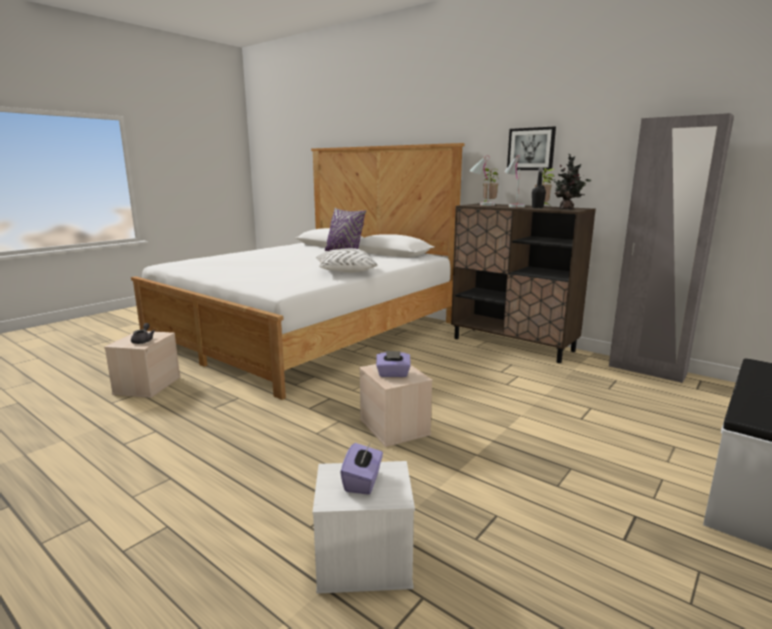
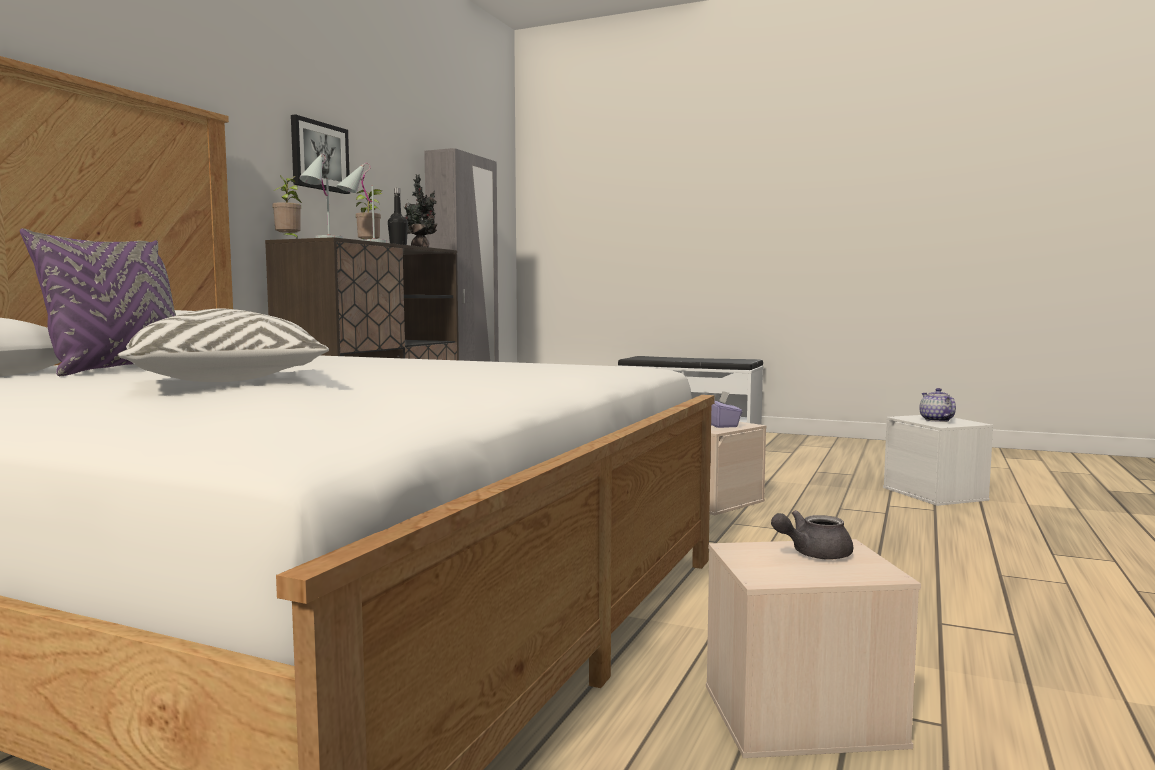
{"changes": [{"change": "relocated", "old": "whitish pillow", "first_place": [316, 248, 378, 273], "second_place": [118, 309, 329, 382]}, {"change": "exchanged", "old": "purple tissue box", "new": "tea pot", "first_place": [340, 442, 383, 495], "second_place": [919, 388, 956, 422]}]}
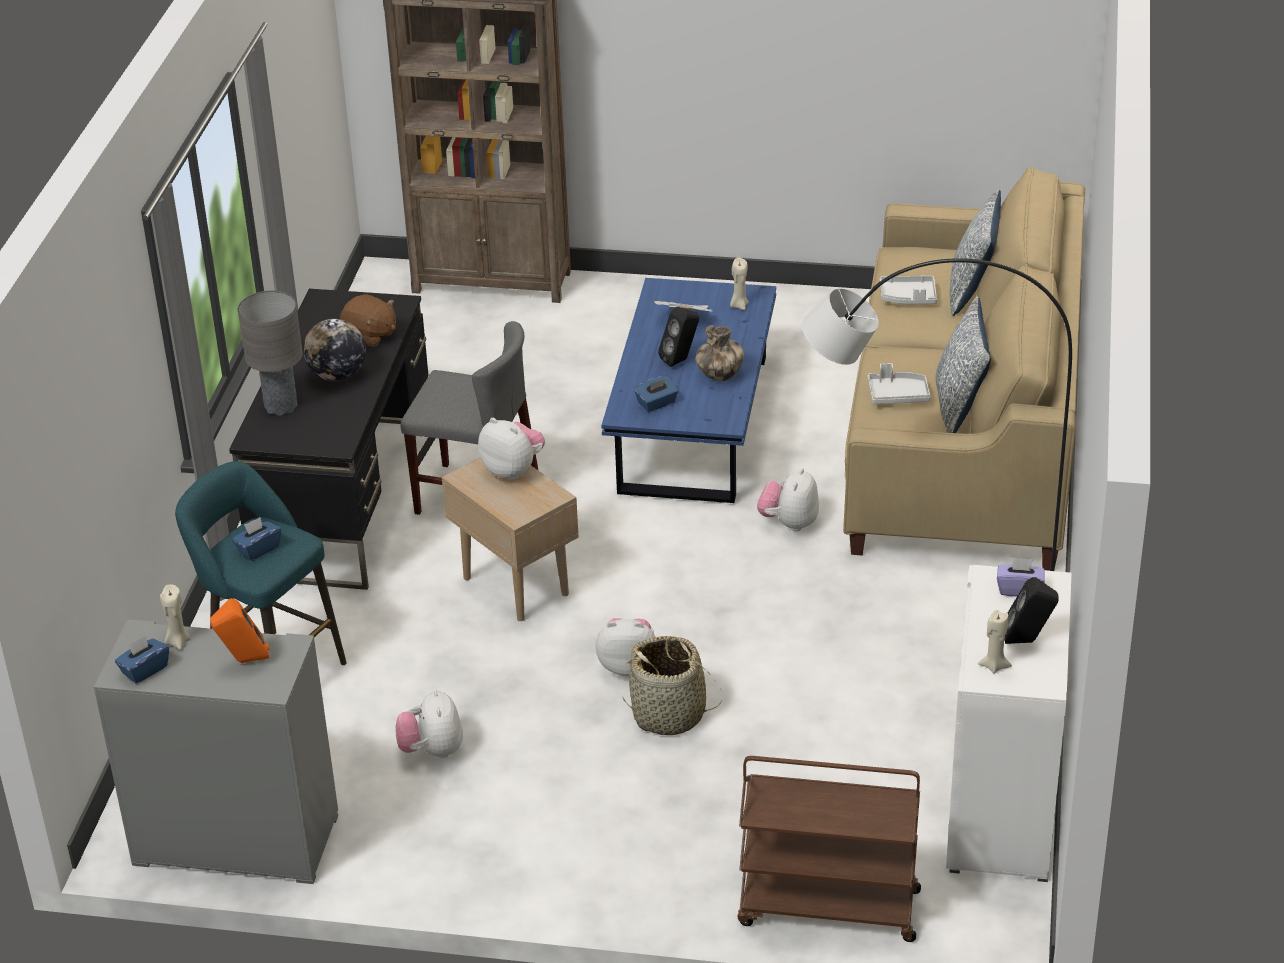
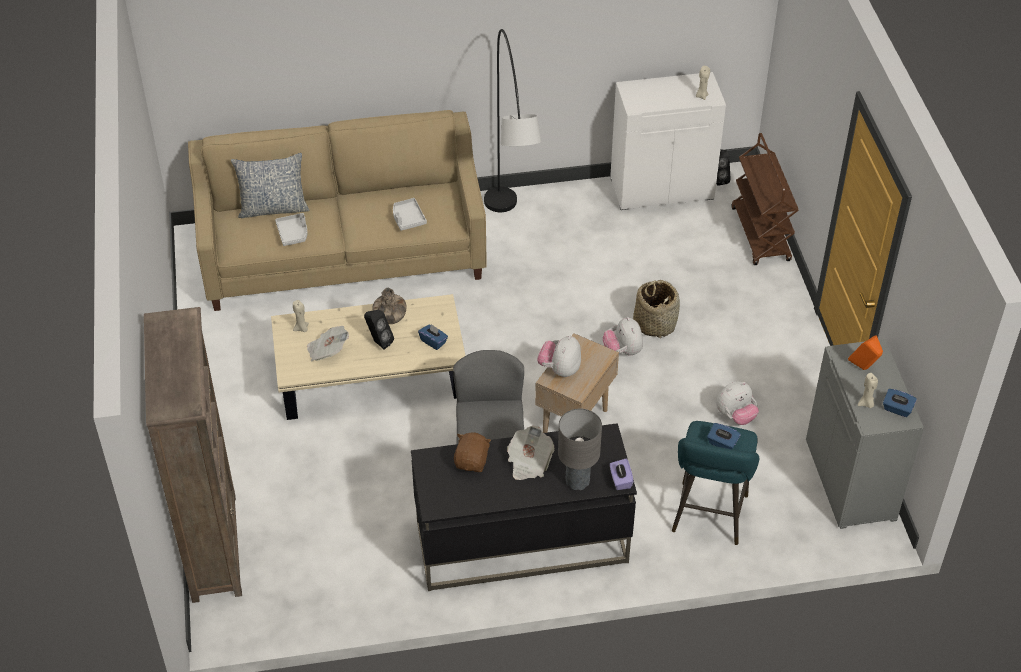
{"changes": [{"change": "exchanged", "old": "globe", "new": "printed paper", "first_place": [303, 319, 366, 382], "second_place": [507, 426, 554, 480]}, {"change": "colour", "old": "blue coffee table", "new": "sand-coloured coffee table", "first_place": [601, 278, 776, 503], "second_place": [271, 294, 466, 420]}, {"change": "missing", "old": "cuddly toy", "first_place": [757, 468, 819, 532]}, {"change": "missing", "old": "pillow", "first_place": [936, 296, 991, 433]}, {"change": "relocated", "old": "purple tissue box", "first_place": [997, 557, 1045, 597], "second_place": [610, 458, 634, 490]}, {"change": "relocated", "old": "blackish speaker", "first_place": [1004, 577, 1059, 644], "second_place": [716, 149, 731, 186]}]}
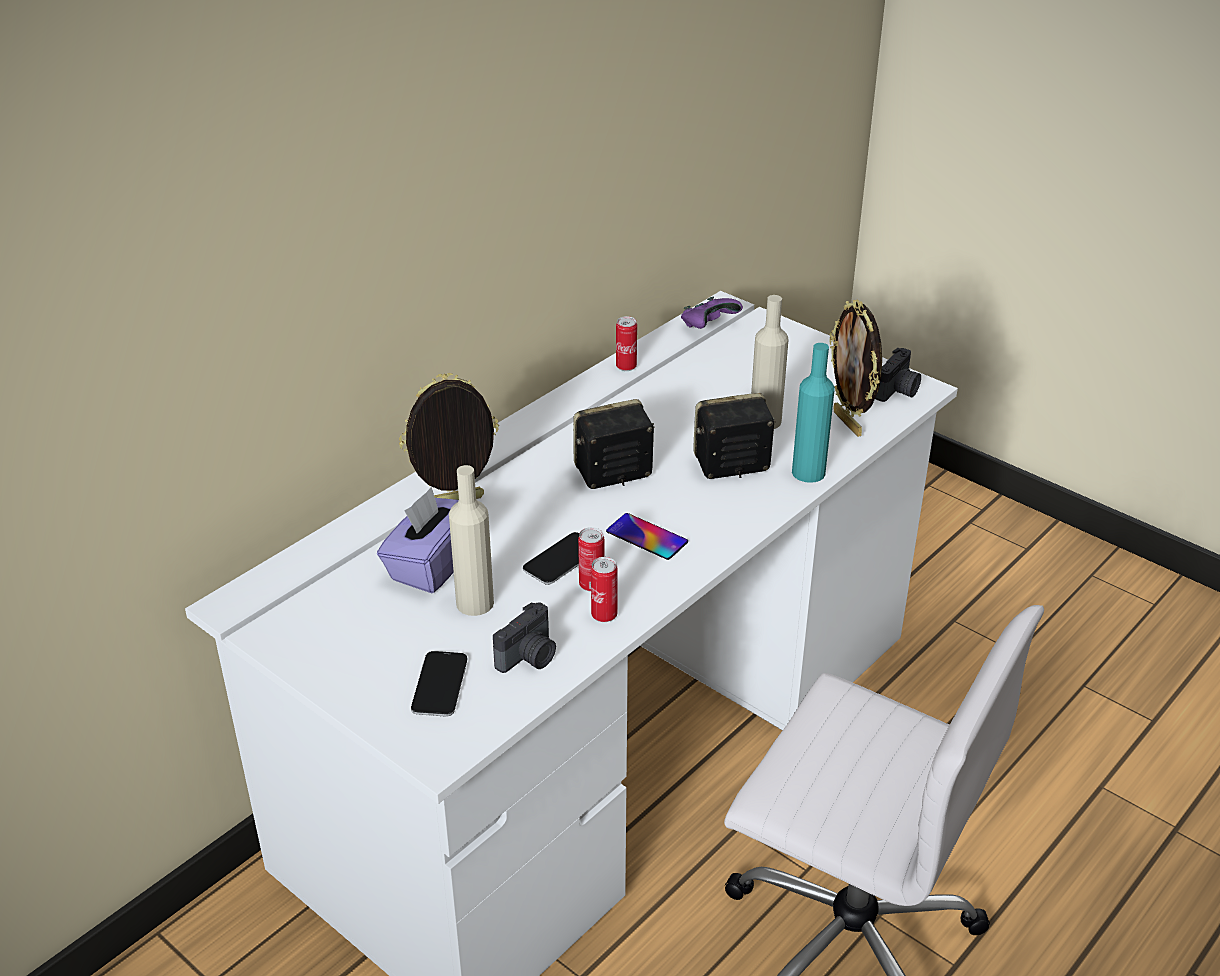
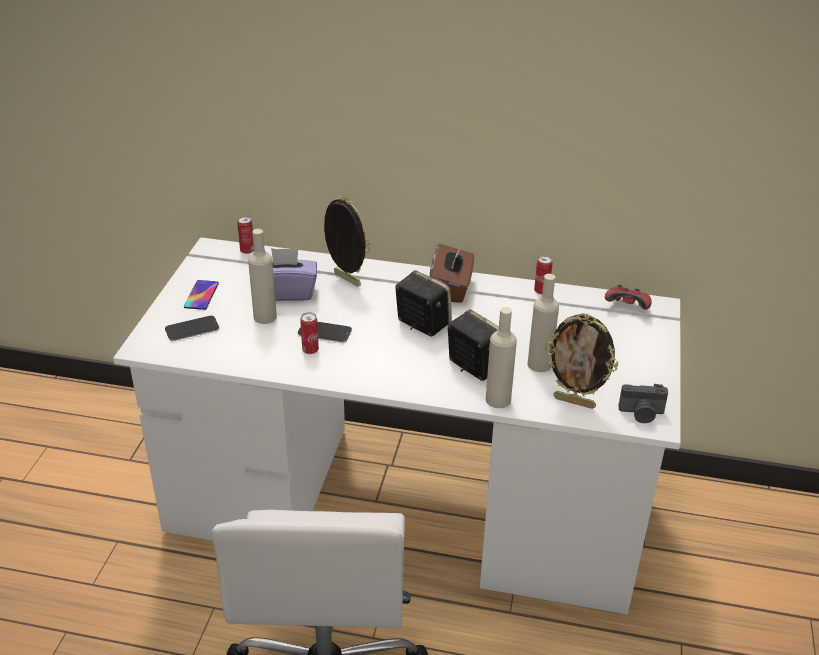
{"changes": [{"change": "missing", "old": "photo camera", "first_place": [493, 602, 556, 673]}, {"change": "relocated", "old": "metal can", "first_place": [591, 557, 618, 622], "second_place": [237, 216, 254, 254]}, {"change": "relocated", "old": "phone", "first_place": [606, 513, 688, 560], "second_place": [184, 280, 219, 310]}, {"change": "colour", "old": "purple joypad", "new": "red joypad", "first_place": [681, 297, 743, 329], "second_place": [605, 284, 651, 310]}, {"change": "colour", "old": "turquoise-coloured drink bottle", "new": "sand-coloured drink bottle", "first_place": [792, 343, 835, 483], "second_place": [486, 307, 517, 408]}, {"change": "spun", "old": "photo frame", "first_place": [830, 299, 882, 437], "second_place": [545, 313, 618, 409], "degrees": -105}, {"change": "appeared", "new": "brown tissue box", "second_place": [430, 244, 474, 303]}]}
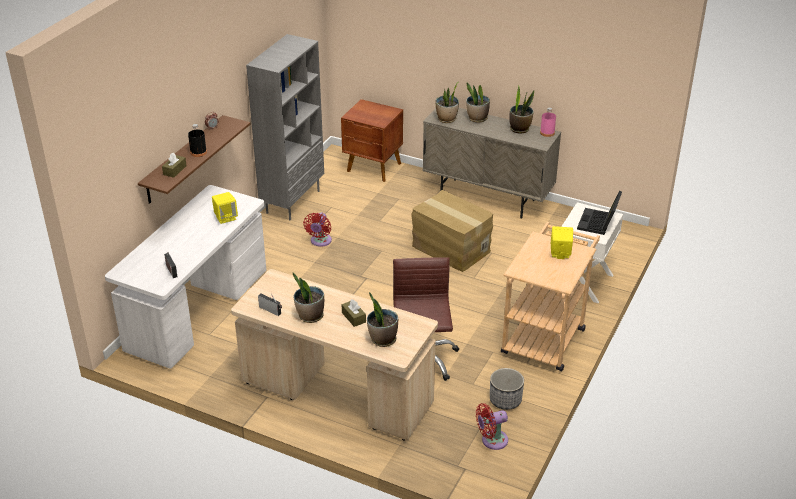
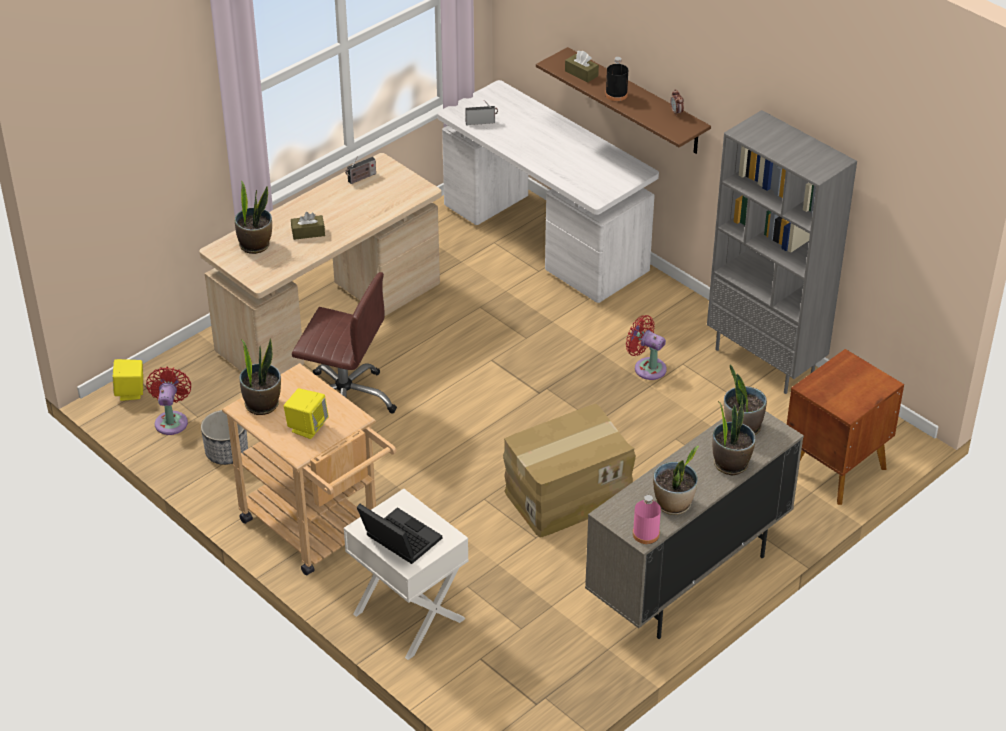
{"changes": [{"change": "relocated", "old": "yellowish speaker", "first_place": [212, 192, 238, 224], "second_place": [113, 359, 143, 401]}, {"change": "relocated", "old": "potted plant", "first_place": [293, 273, 324, 323], "second_place": [240, 338, 281, 415]}]}
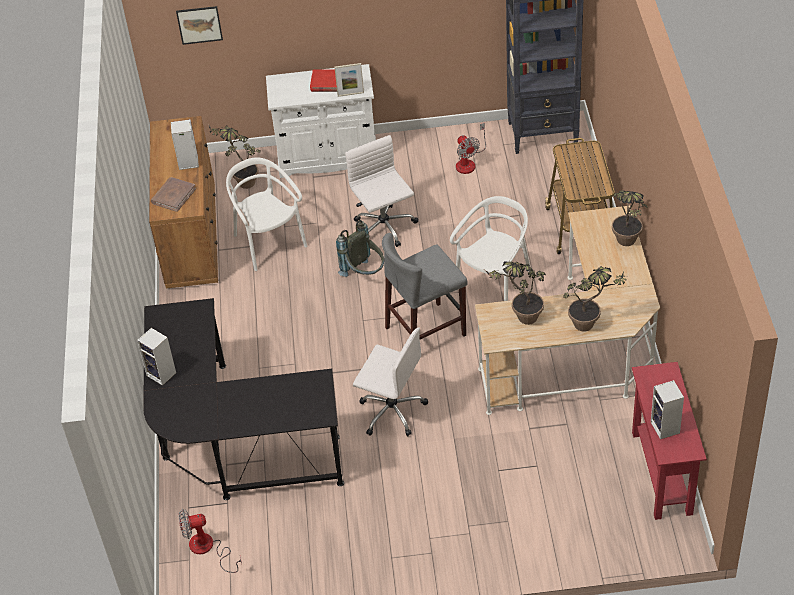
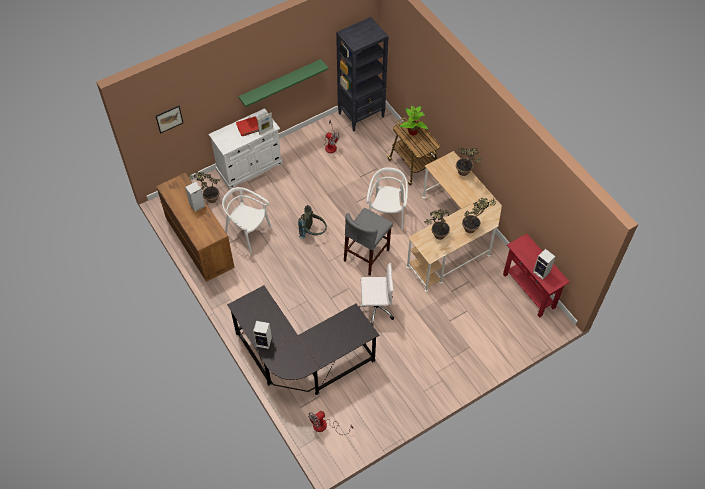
{"changes": [{"change": "missing", "old": "brown book", "first_place": [151, 177, 196, 212]}, {"change": "missing", "old": "whitish desk chair", "first_place": [345, 135, 418, 247]}, {"change": "appeared", "new": "green-coloured bracket shelf", "second_place": [238, 59, 329, 107]}, {"change": "appeared", "new": "potted plant", "second_place": [400, 106, 428, 136]}]}
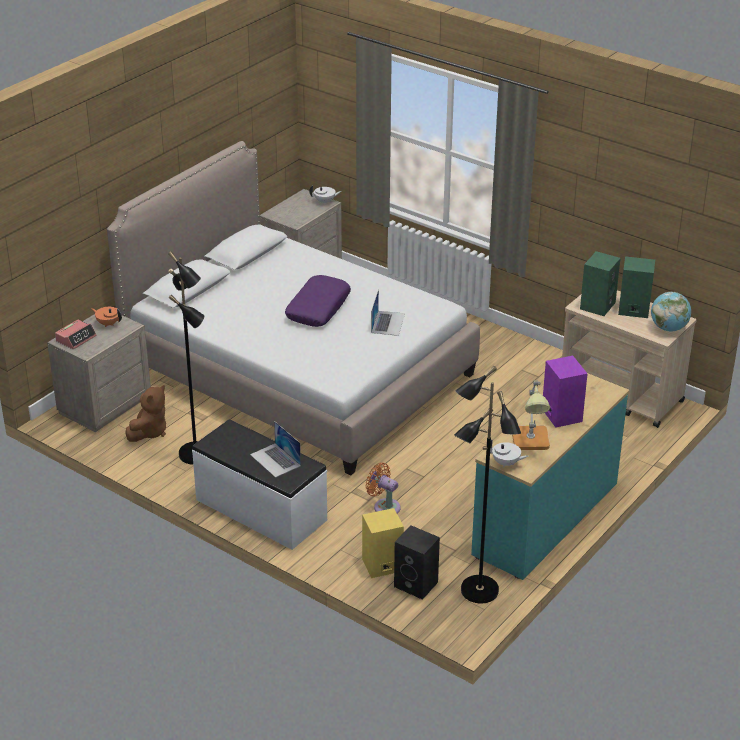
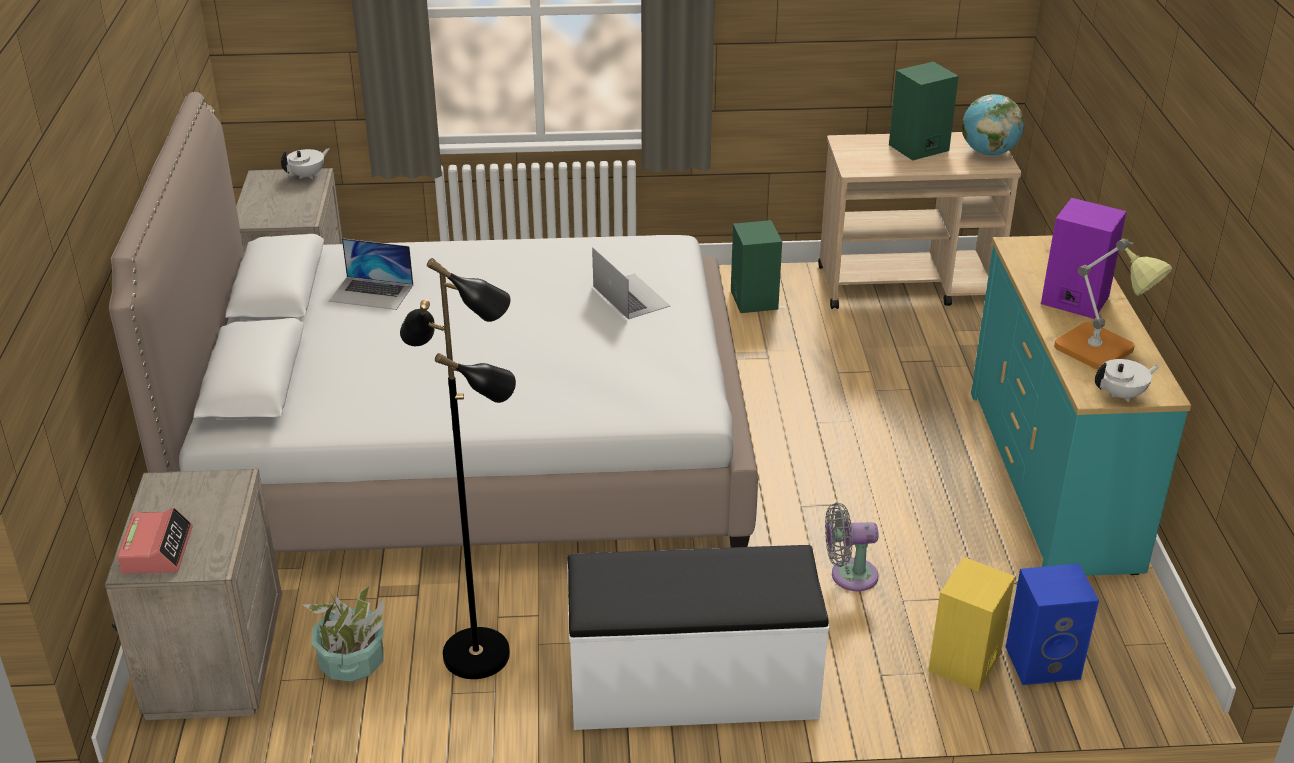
{"changes": [{"change": "missing", "old": "orange tea pot", "first_place": [91, 307, 122, 327]}, {"change": "exchanged", "old": "brown cuddly toy", "new": "potted plant", "first_place": [125, 385, 166, 442], "second_place": [303, 585, 384, 682]}, {"change": "relocated", "old": "portable computer", "first_place": [250, 421, 301, 478], "second_place": [329, 238, 413, 310]}, {"change": "missing", "old": "purple pillow", "first_place": [285, 275, 351, 327]}, {"change": "colour", "old": "orange fan", "new": "grey fan", "first_place": [365, 463, 401, 514], "second_place": [825, 503, 879, 591]}, {"change": "colour", "old": "blackish speaker", "new": "blue speaker", "first_place": [394, 525, 440, 600], "second_place": [1006, 564, 1099, 685]}, {"change": "missing", "old": "blackish standing lamp", "first_place": [454, 366, 521, 604]}, {"change": "relocated", "old": "green-coloured speaker", "first_place": [580, 251, 621, 316], "second_place": [731, 220, 782, 313]}]}
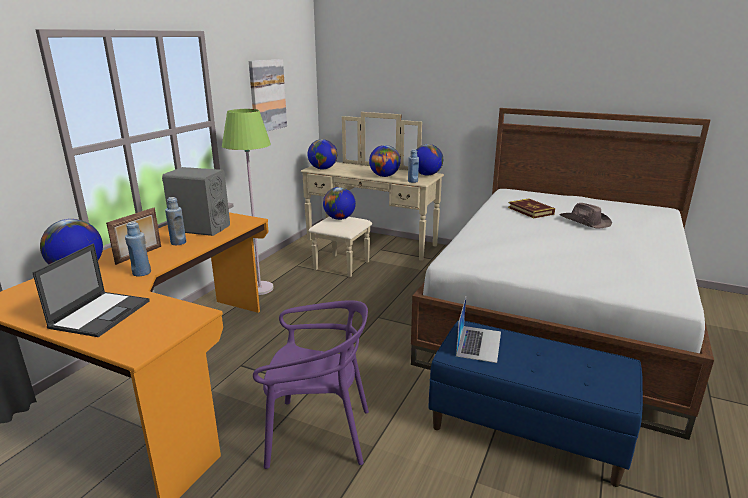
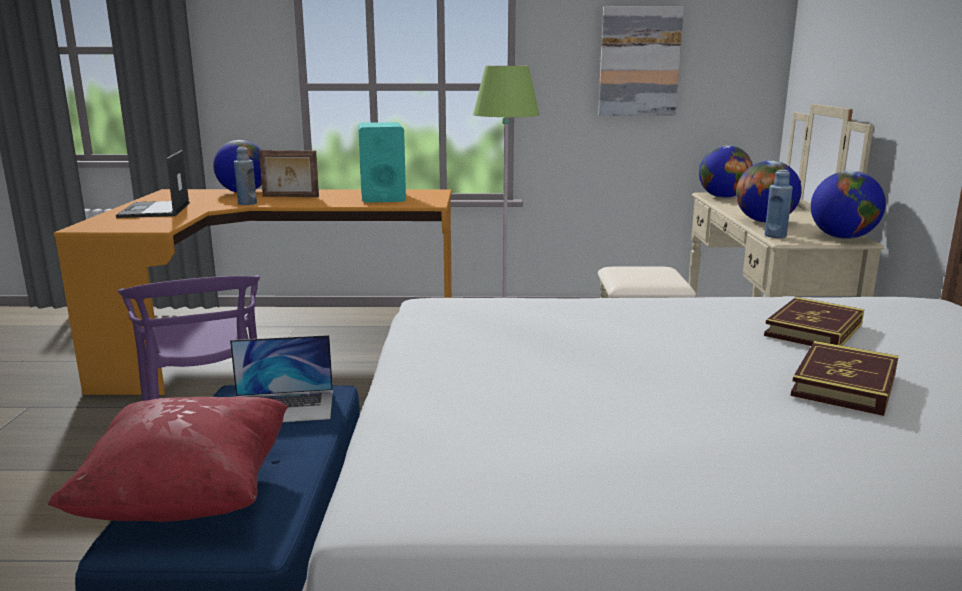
{"changes": [{"change": "spun", "old": "portable computer", "first_place": [32, 243, 149, 337], "second_place": [116, 150, 190, 218], "degrees": 90}, {"change": "colour", "old": "grey speaker", "new": "turquoise-coloured speaker", "first_place": [162, 167, 230, 236], "second_place": [358, 122, 406, 203]}, {"change": "missing", "old": "blue drink bottle", "first_place": [165, 197, 186, 245]}, {"change": "missing", "old": "globe", "first_place": [323, 187, 356, 220]}, {"change": "exchanged", "old": "brown hat", "new": "book", "first_place": [559, 203, 612, 229], "second_place": [790, 341, 899, 416]}, {"change": "appeared", "new": "red pillow", "second_place": [48, 397, 288, 522]}]}
